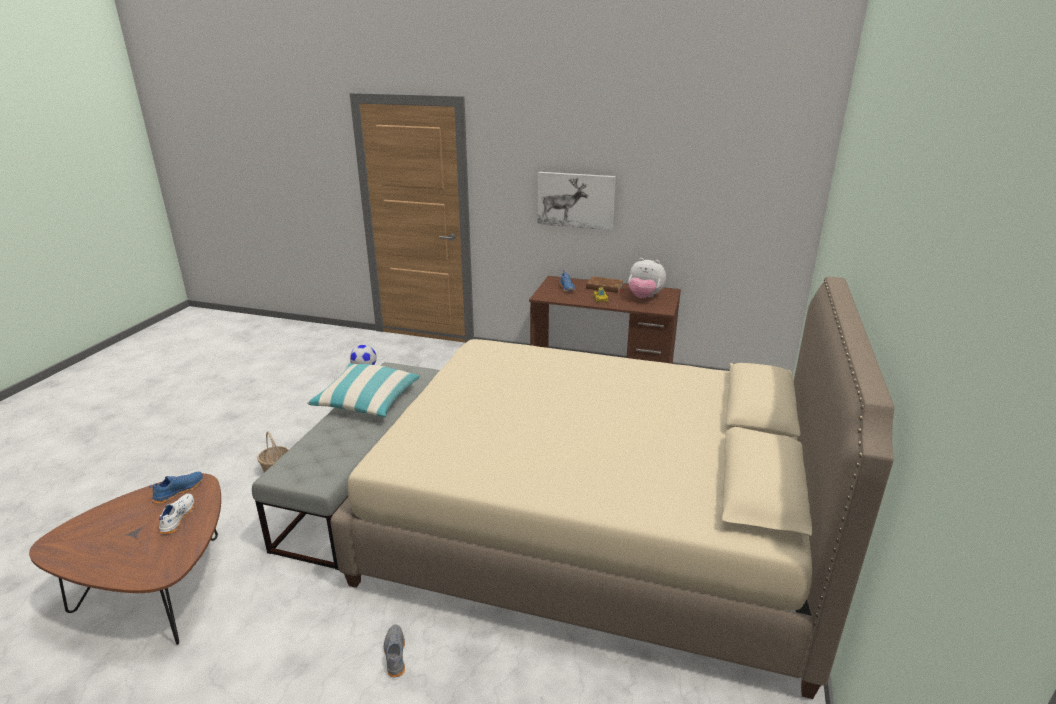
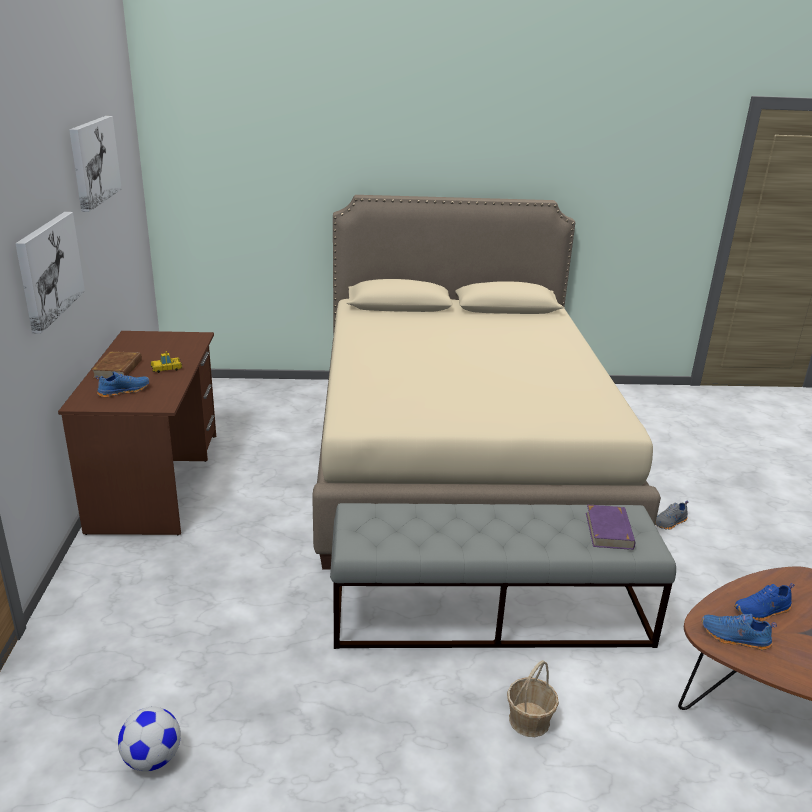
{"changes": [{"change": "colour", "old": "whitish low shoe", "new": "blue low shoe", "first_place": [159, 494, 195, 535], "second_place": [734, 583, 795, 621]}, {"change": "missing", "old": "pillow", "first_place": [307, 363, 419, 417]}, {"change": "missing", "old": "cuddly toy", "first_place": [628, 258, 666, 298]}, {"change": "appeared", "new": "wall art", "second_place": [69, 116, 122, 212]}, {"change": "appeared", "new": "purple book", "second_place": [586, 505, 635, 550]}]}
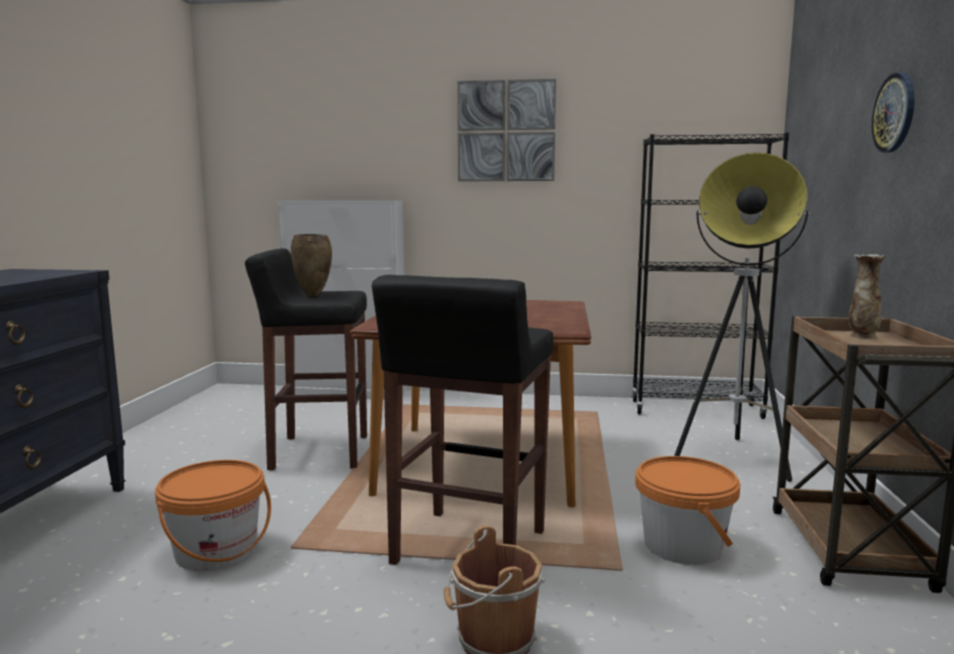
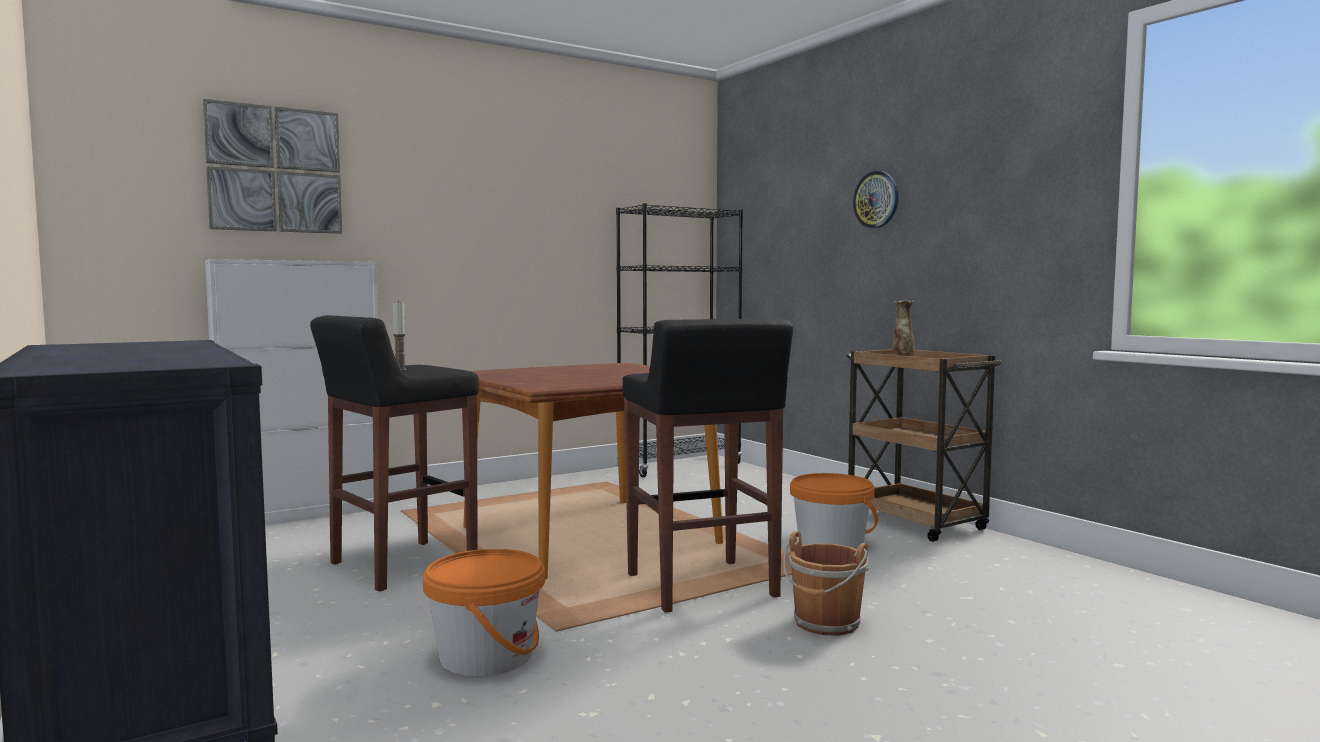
{"changes": [{"change": "exchanged", "old": "brown vase", "new": "candle", "first_place": [291, 234, 332, 297], "second_place": [393, 300, 406, 370]}, {"change": "relocated", "old": "wall art", "first_place": [458, 79, 556, 181], "second_place": [203, 99, 342, 234]}, {"change": "missing", "old": "standing lamp", "first_place": [674, 152, 810, 482]}]}
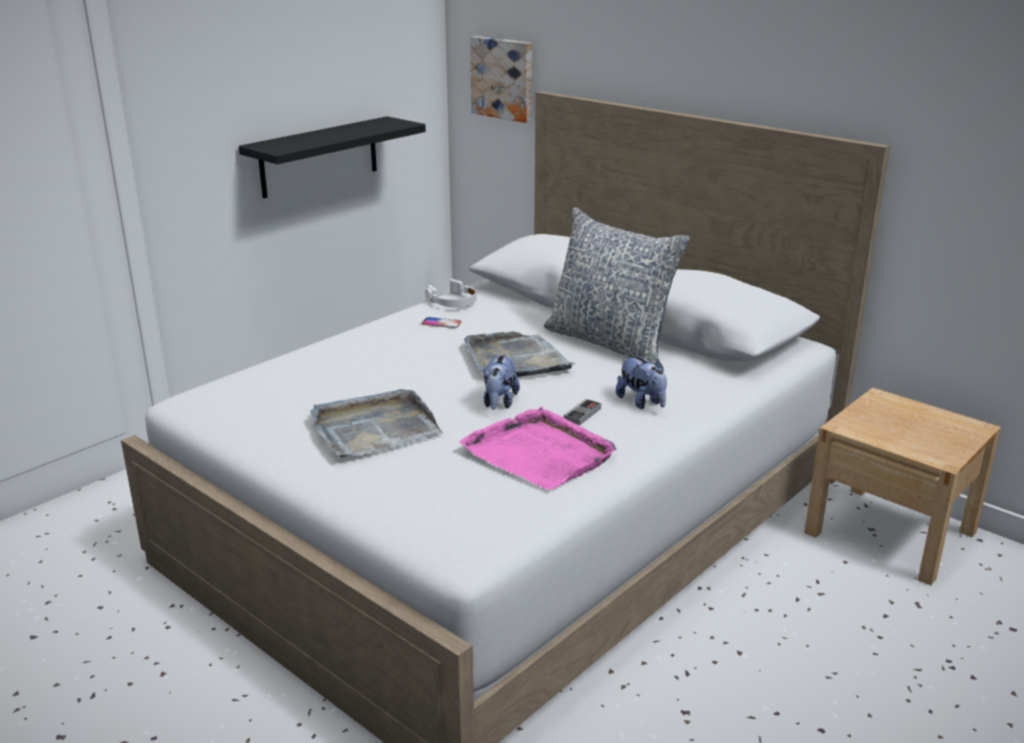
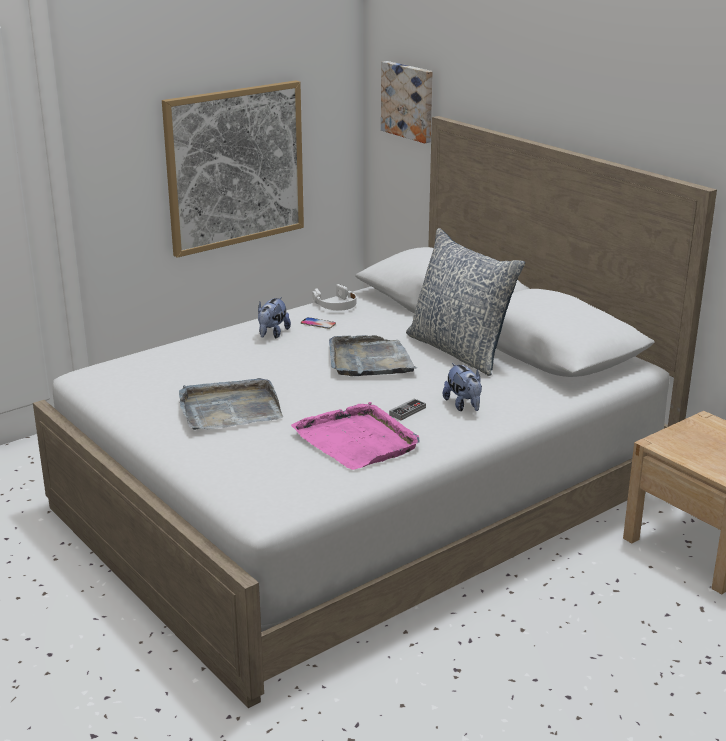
{"changes": [{"change": "exchanged", "old": "blackish bracket shelf", "new": "wall art", "first_place": [239, 116, 426, 198], "second_place": [162, 80, 304, 258]}, {"change": "relocated", "old": "cuddly toy", "first_place": [484, 354, 520, 410], "second_place": [258, 297, 291, 338]}]}
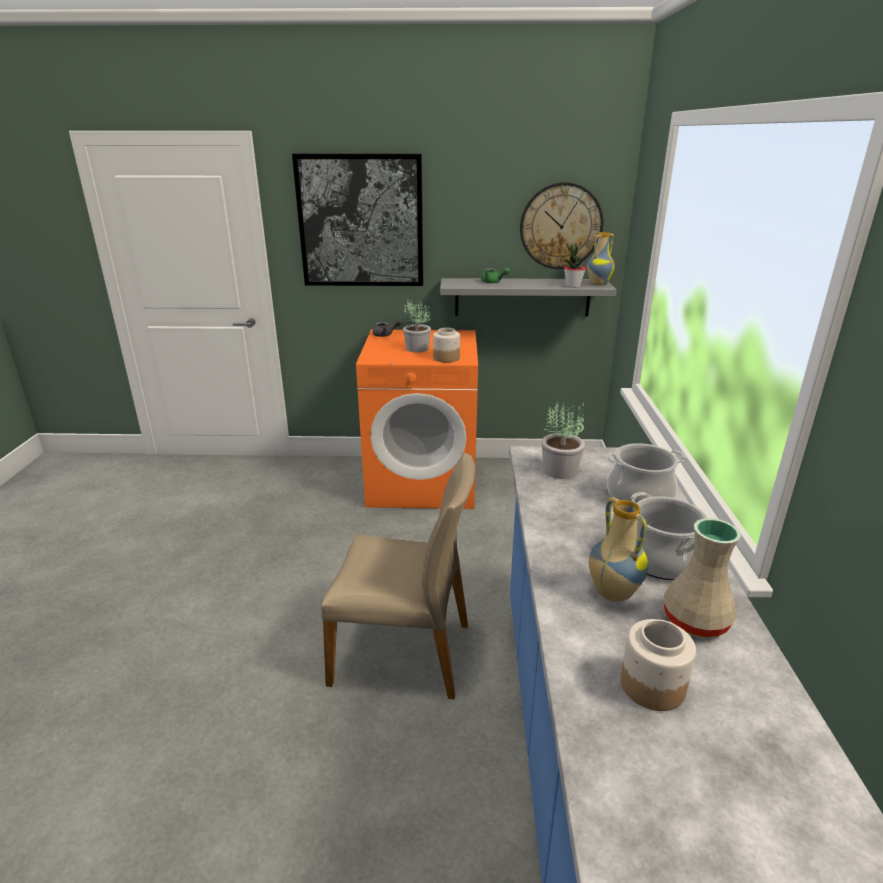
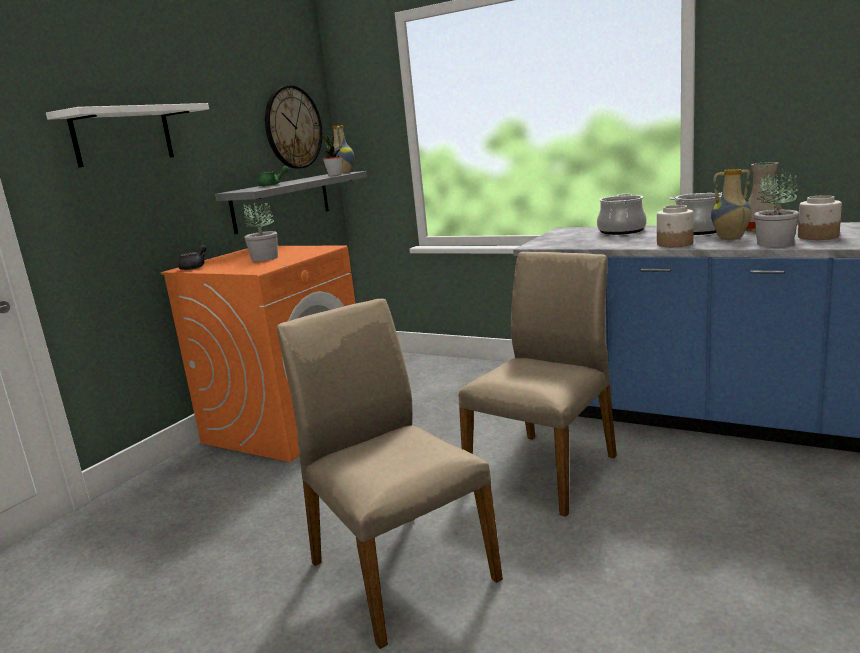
{"changes": [{"change": "exchanged", "old": "wall art", "new": "whitish bracket shelf", "first_place": [292, 154, 423, 286], "second_place": [46, 103, 209, 167]}, {"change": "relocated", "old": "storage jar", "first_place": [433, 328, 460, 363], "second_place": [657, 205, 694, 247]}, {"change": "relocated", "old": "potted plant", "first_place": [542, 399, 585, 479], "second_place": [754, 169, 799, 247]}, {"change": "appeared", "new": "sand-coloured plain chair", "second_place": [277, 299, 503, 649]}]}
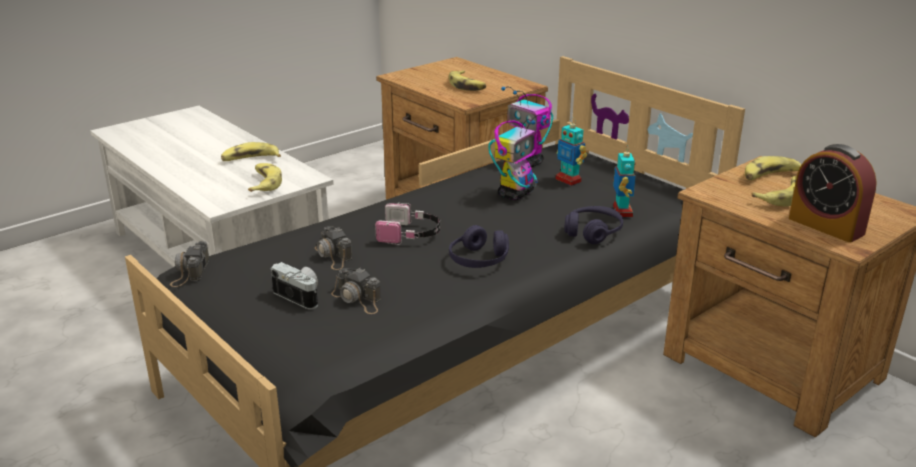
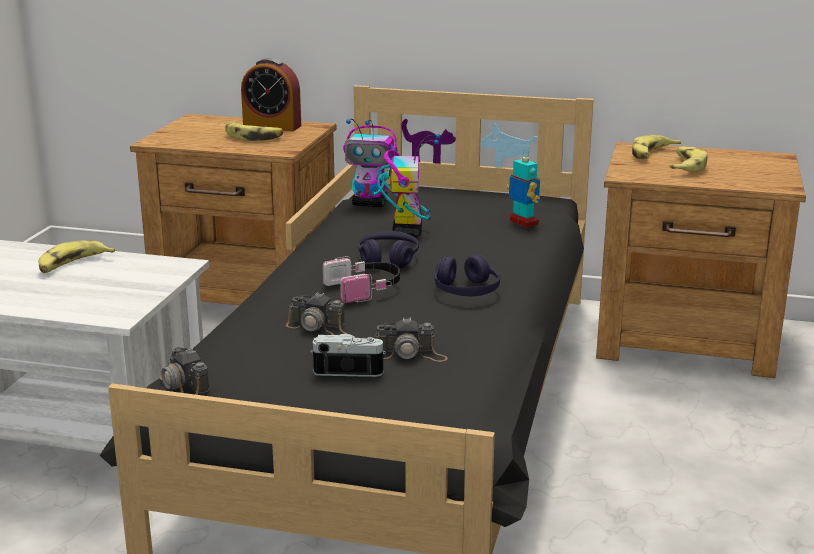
{"changes": [{"change": "missing", "old": "banana", "first_place": [248, 163, 282, 192]}, {"change": "missing", "old": "model robot", "first_place": [556, 117, 587, 186]}, {"change": "relocated", "old": "purple headphones", "first_place": [564, 206, 623, 244], "second_place": [358, 231, 419, 268]}, {"change": "relocated", "old": "alarm clock", "first_place": [789, 144, 877, 243], "second_place": [241, 58, 301, 131]}]}
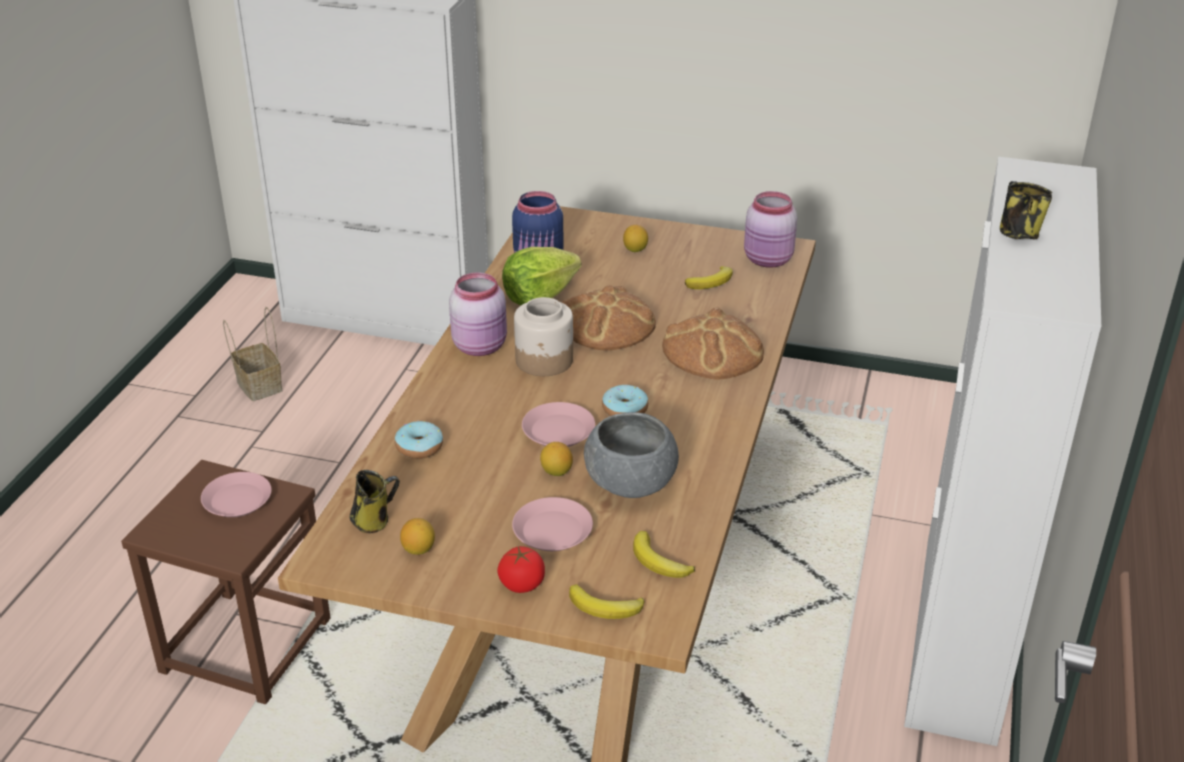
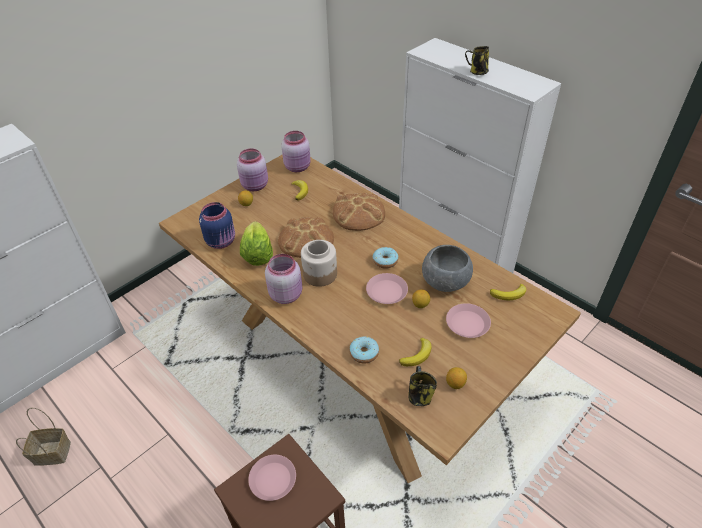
{"changes": [{"change": "missing", "old": "tomato", "first_place": [497, 546, 545, 593]}, {"change": "relocated", "old": "banana", "first_place": [569, 584, 645, 619], "second_place": [399, 338, 432, 366]}, {"change": "appeared", "new": "pink-coloured storage jar", "second_place": [237, 148, 268, 191]}]}
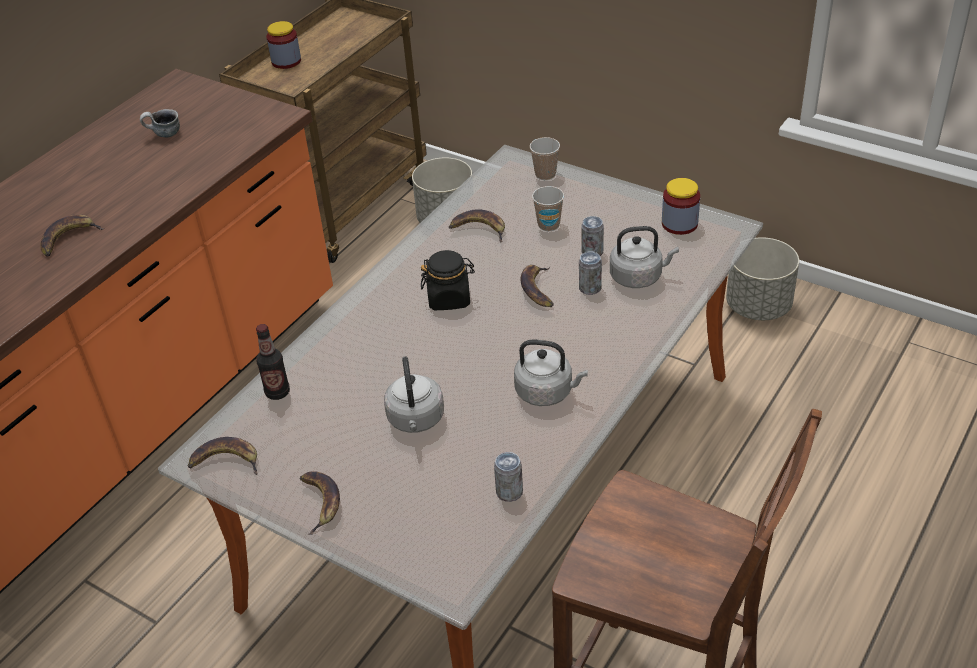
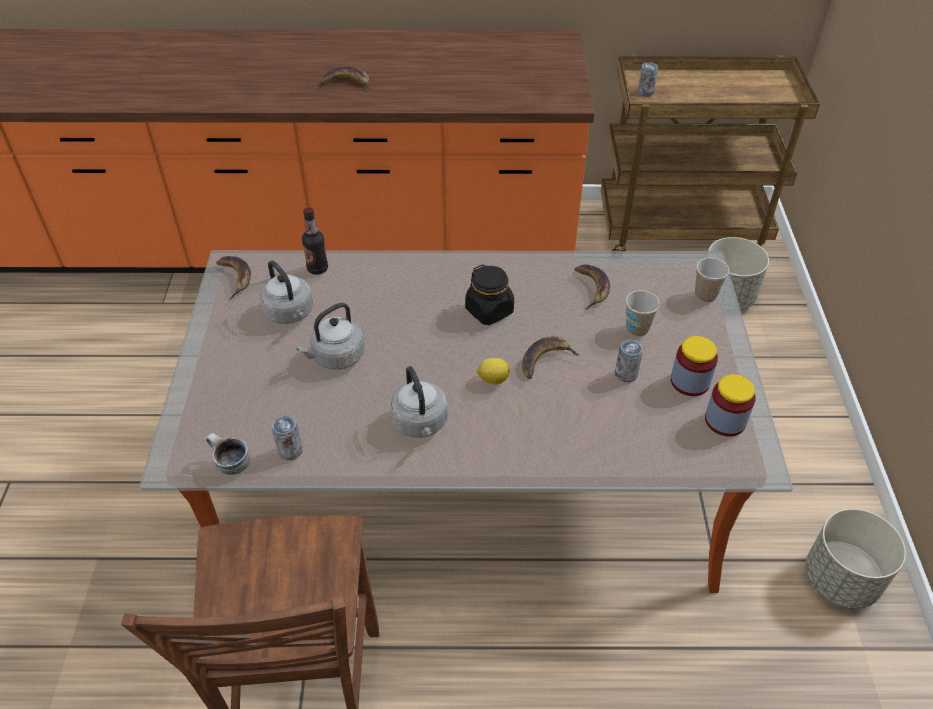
{"changes": [{"change": "relocated", "old": "coffee mug", "first_place": [140, 109, 180, 138], "second_place": [206, 433, 250, 475]}, {"change": "relocated", "old": "storage jar", "first_place": [266, 21, 301, 69], "second_place": [671, 336, 718, 396]}, {"change": "missing", "old": "banana", "first_place": [300, 471, 340, 535]}, {"change": "relocated", "old": "metal can", "first_place": [579, 251, 602, 295], "second_place": [637, 62, 658, 97]}, {"change": "relocated", "old": "grey tea kettle", "first_place": [610, 226, 679, 288], "second_place": [260, 261, 313, 324]}, {"change": "appeared", "new": "lemon", "second_place": [476, 358, 510, 385]}]}
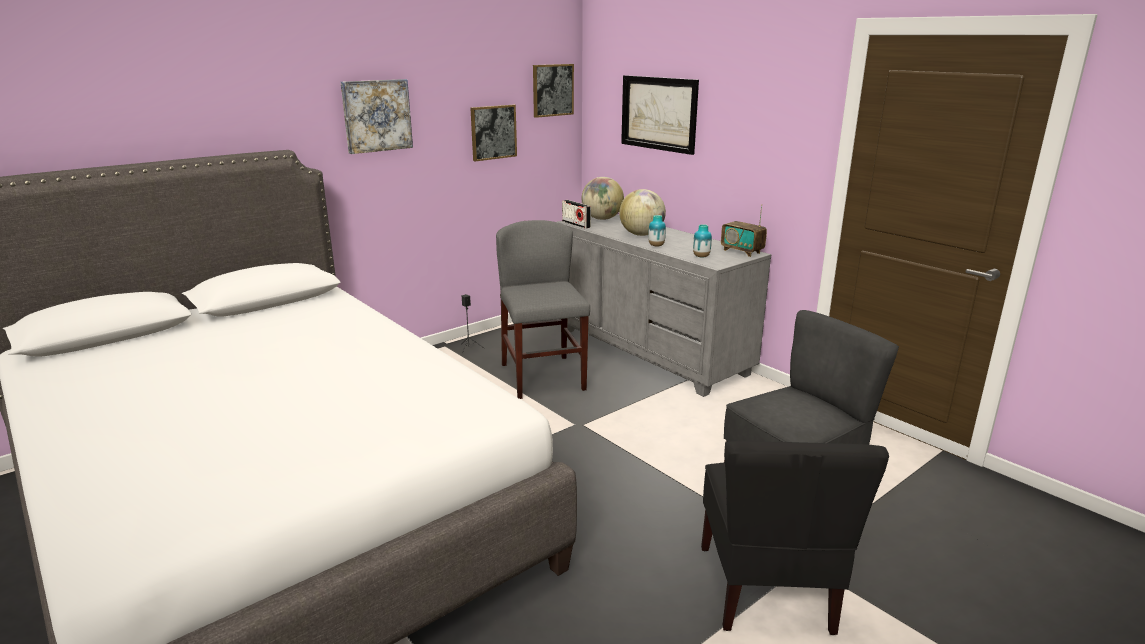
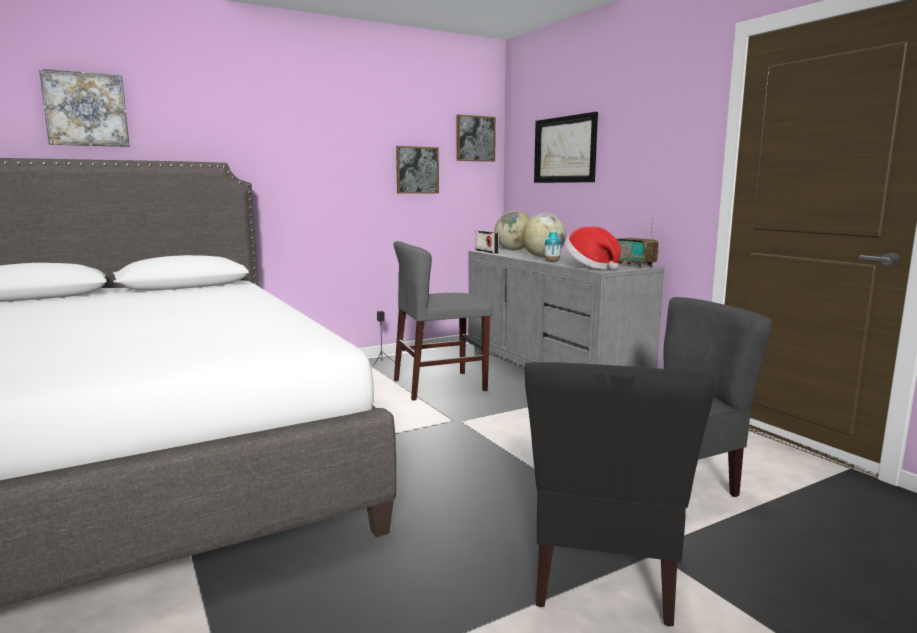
{"changes": [{"change": "relocated", "old": "wall art", "first_place": [340, 79, 413, 154], "second_place": [39, 68, 130, 147]}, {"change": "spun", "old": "grey plain chair", "first_place": [496, 220, 590, 399], "second_place": [394, 241, 493, 401], "degrees": -105}, {"change": "exchanged", "old": "vase", "new": "hat", "first_place": [693, 224, 712, 258], "second_place": [565, 226, 621, 270]}]}
